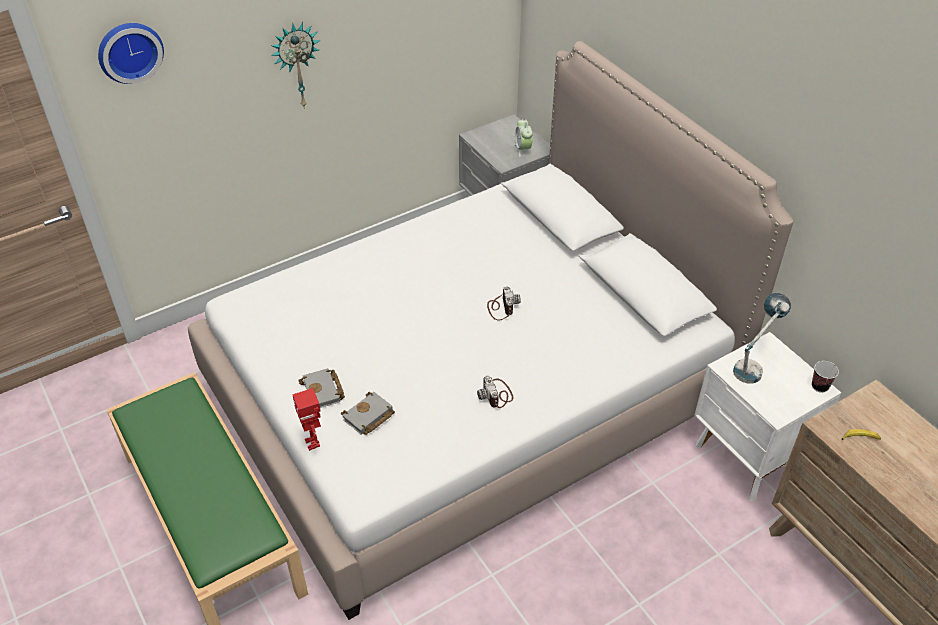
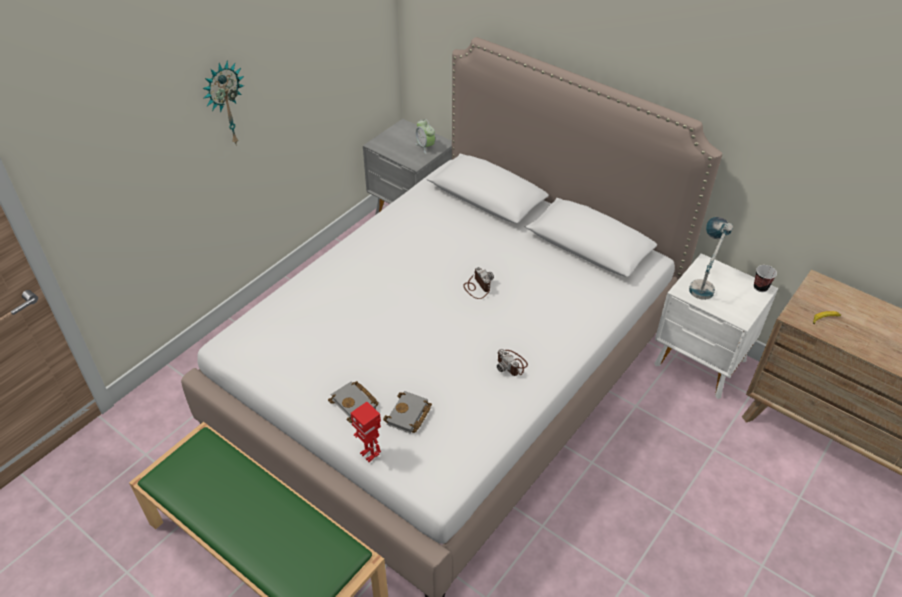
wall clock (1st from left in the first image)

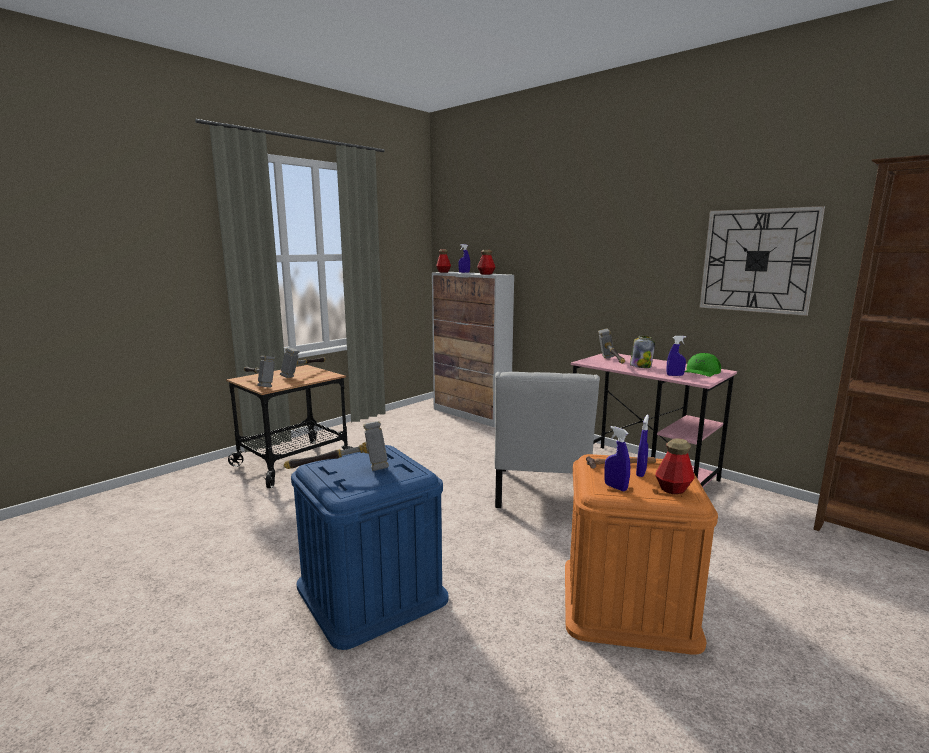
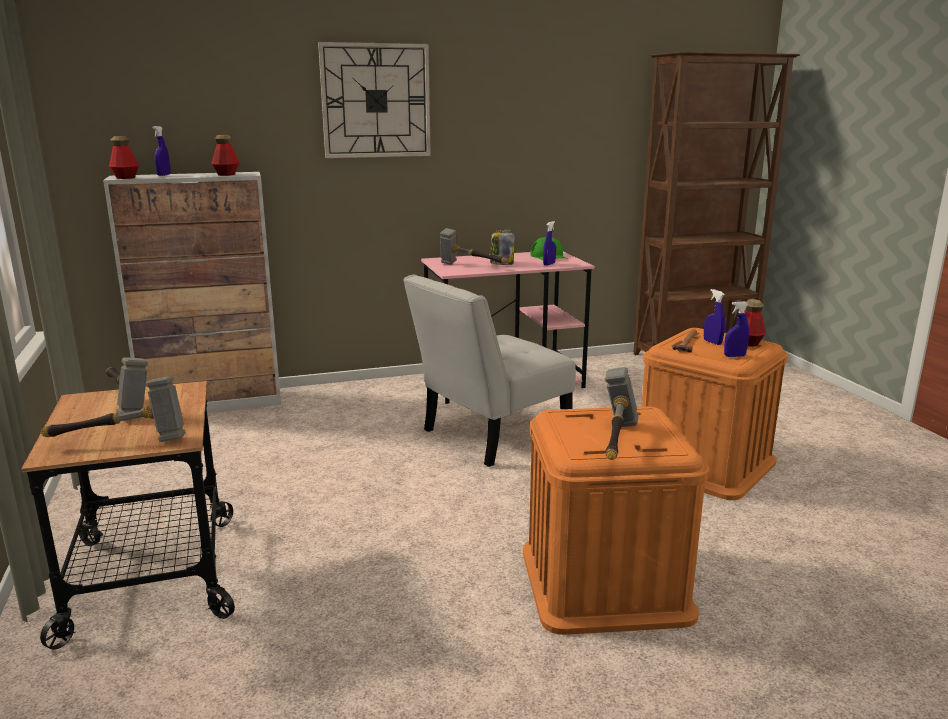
wall clock
storage box (orange-coloured) (1st from left)
chair (white-coloured)

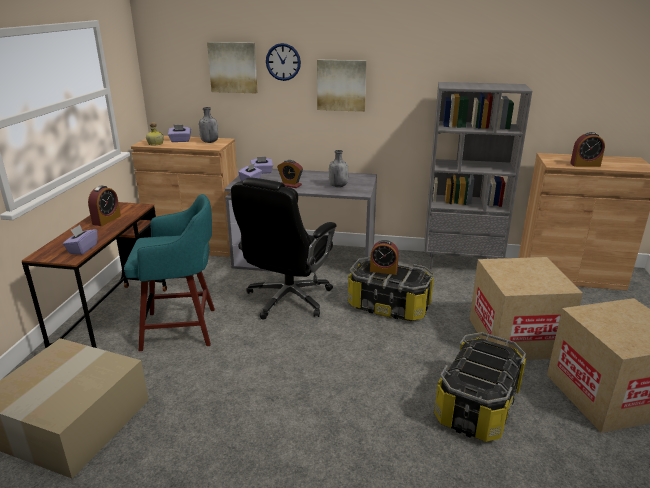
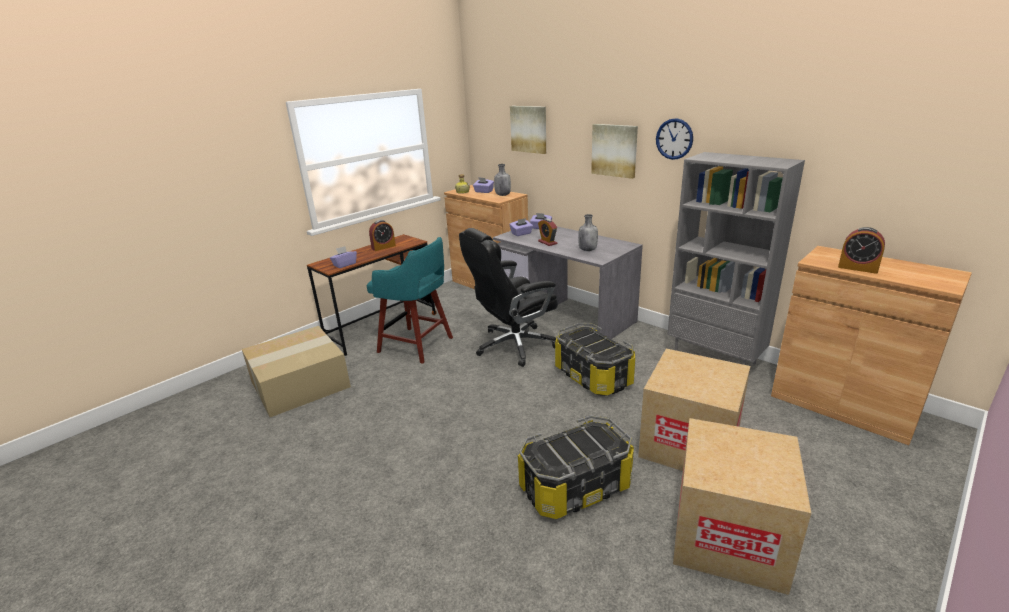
table clock (3rd from left in the first image)
wall clock

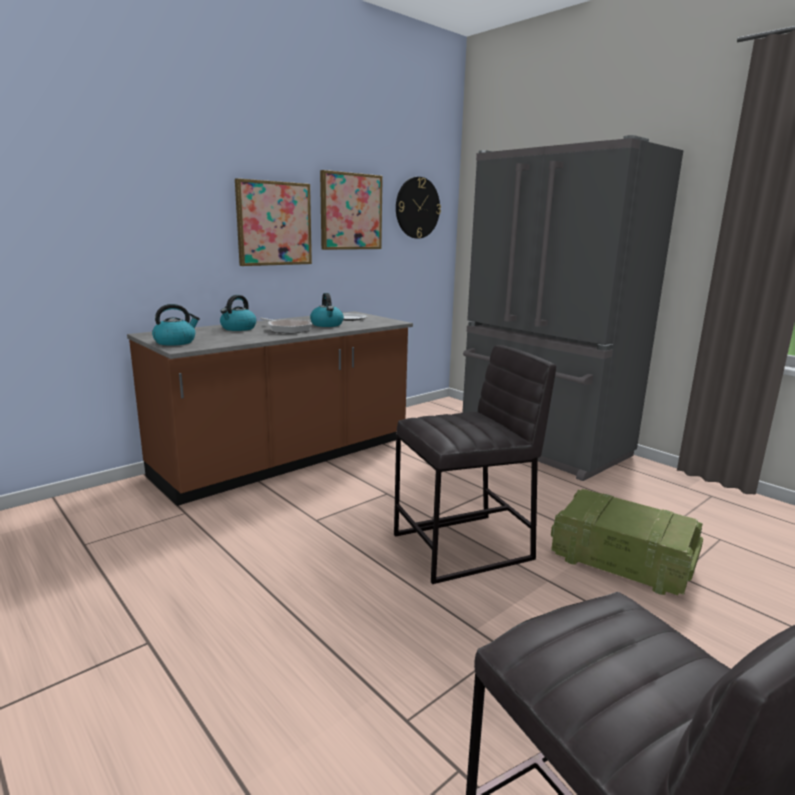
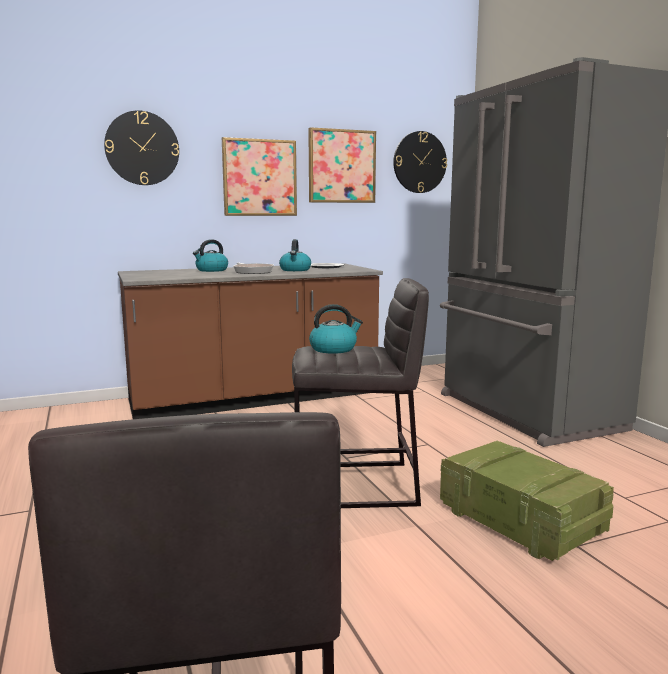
wall clock (1st from left)
kettle (3rd from left)

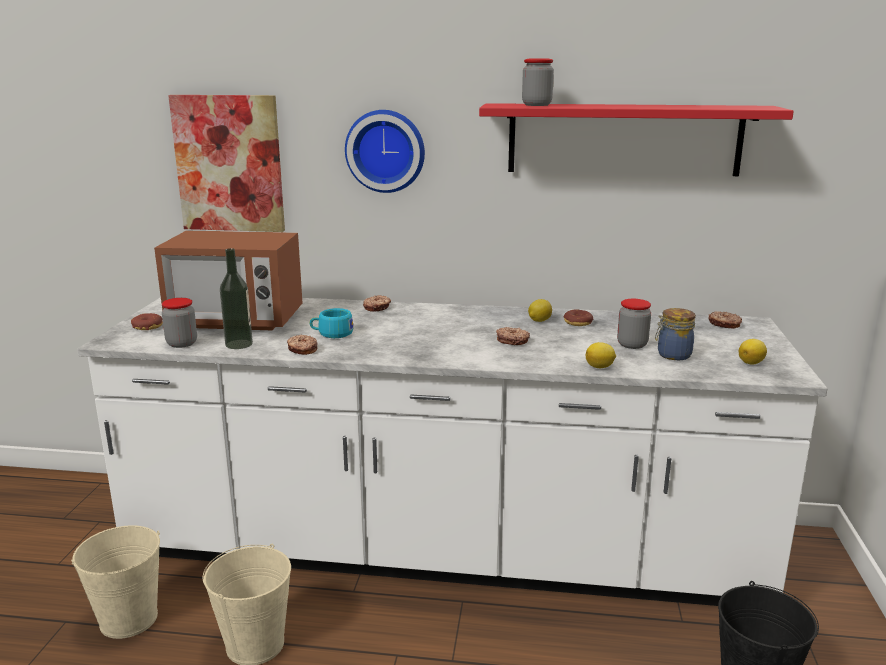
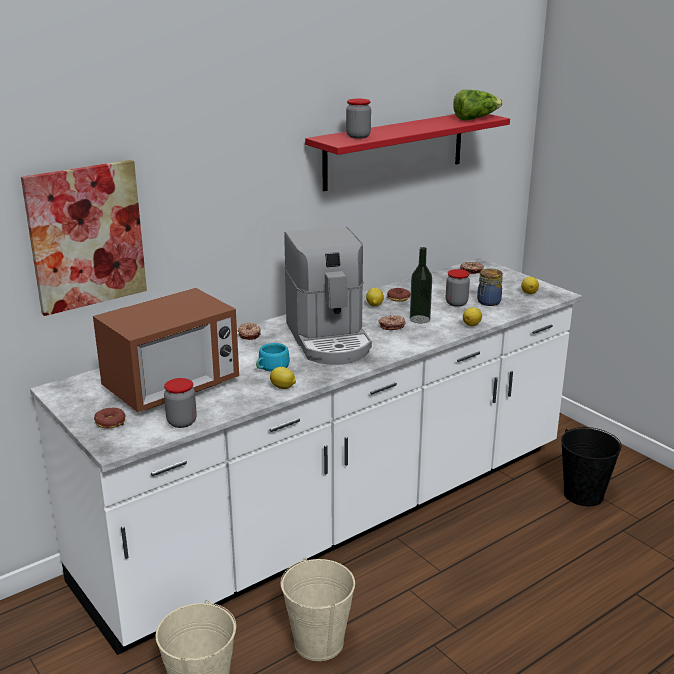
wall clock
coffee brewer
lettuce
drink bottle
whole lemon (1st from left)

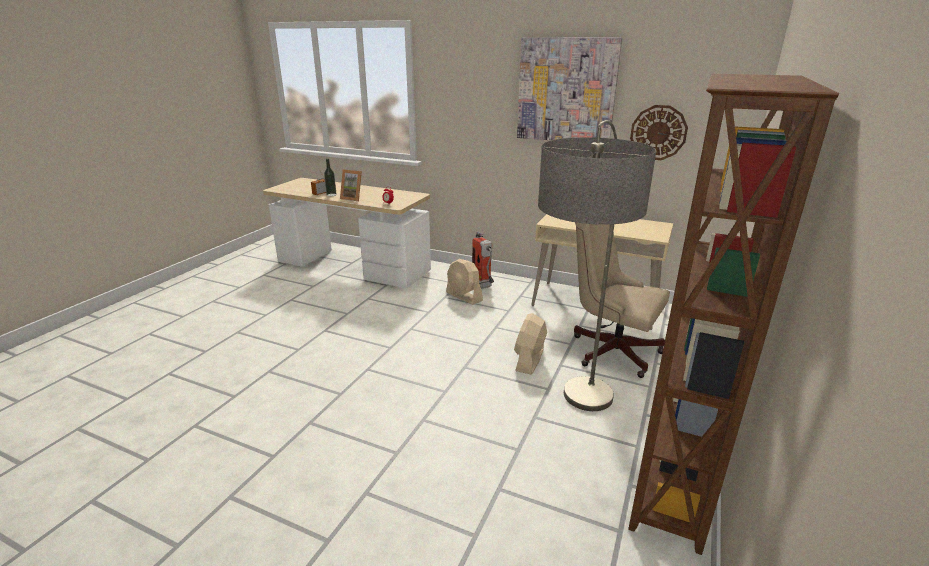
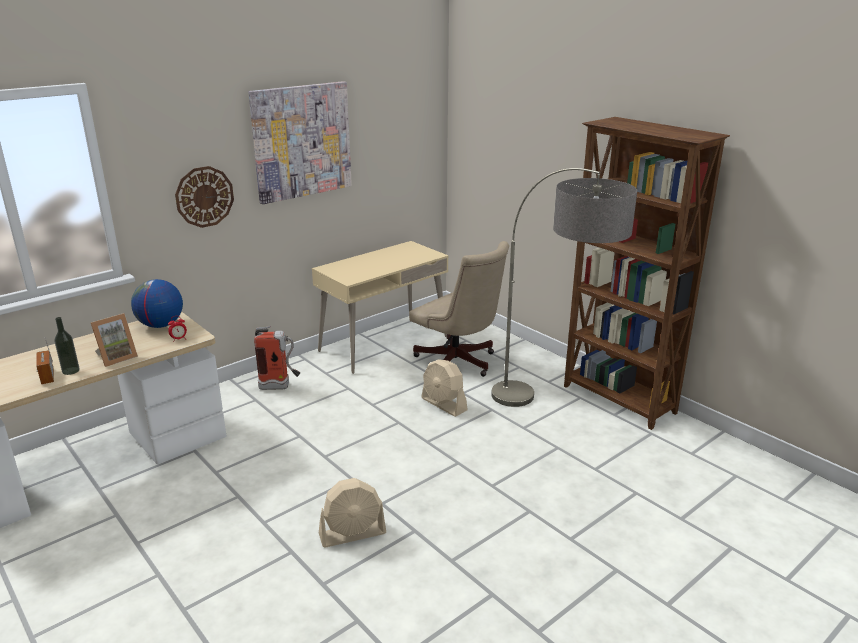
globe
fan (beige-coloured) (1st from left)
wall clock
computer chair (beige-coloured)

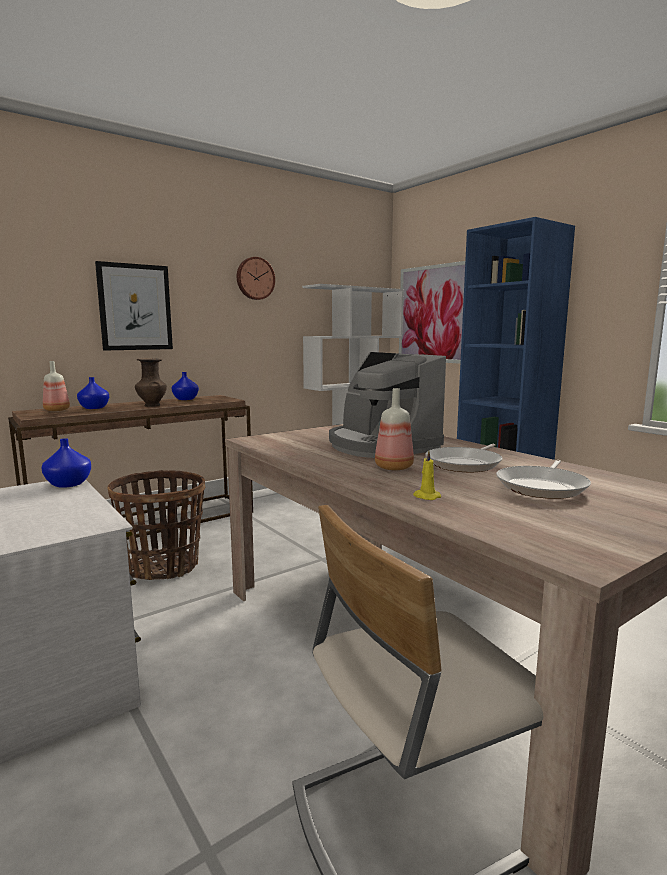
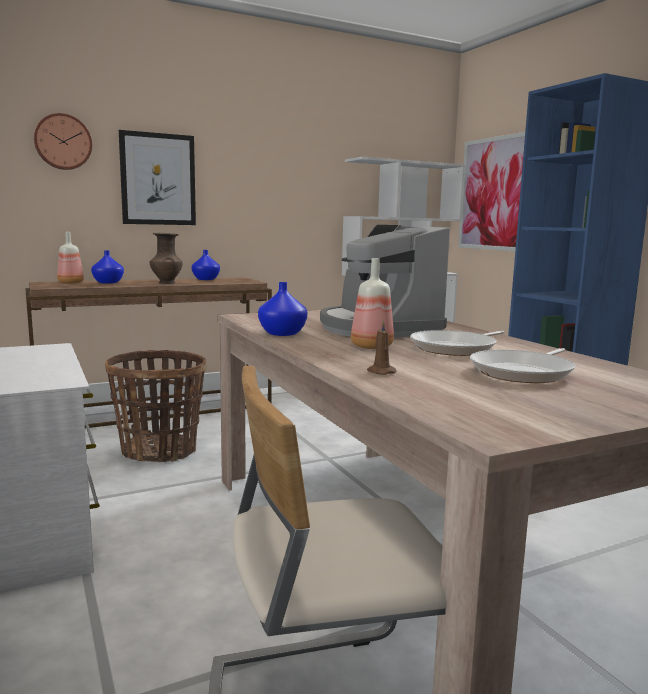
decorative vase (blue-coloured) (3rd from left)
wall clock
wax candle (brownish)

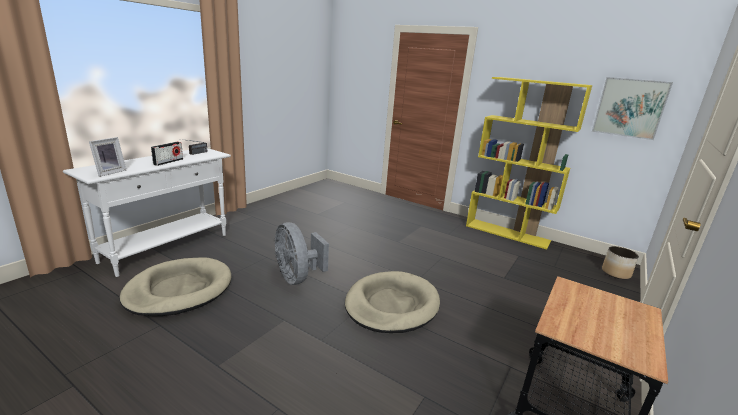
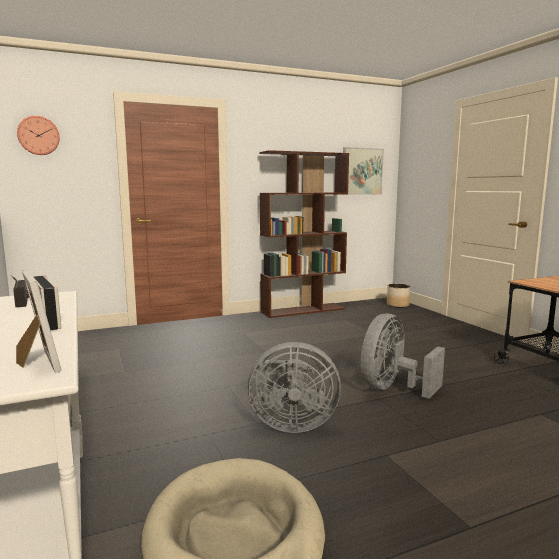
wall clock
fan (greyish) (2nd from left)
shelving unit (brownish)

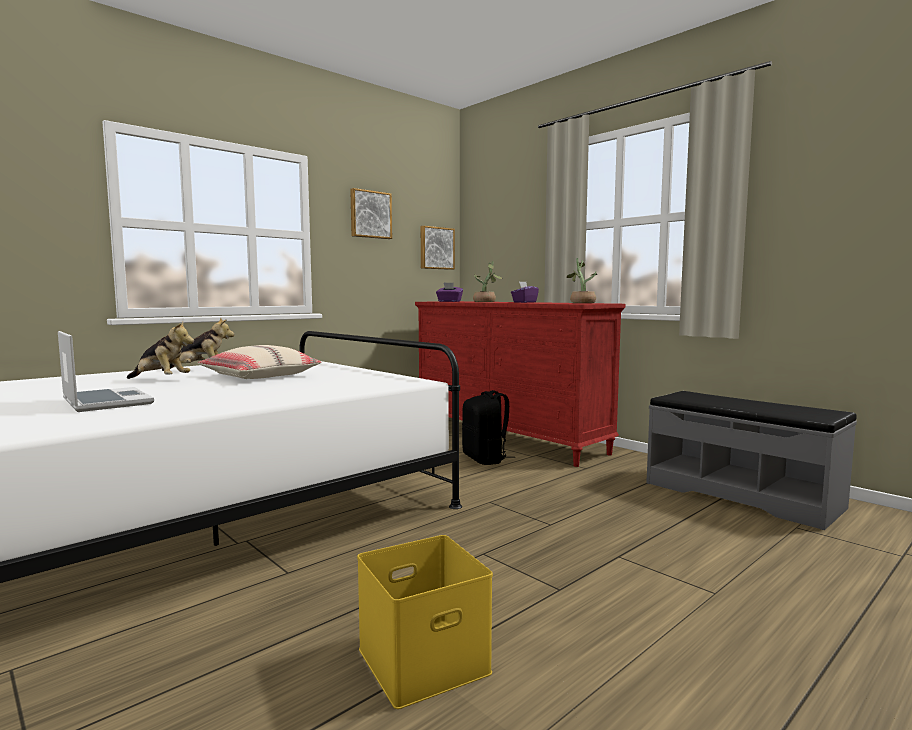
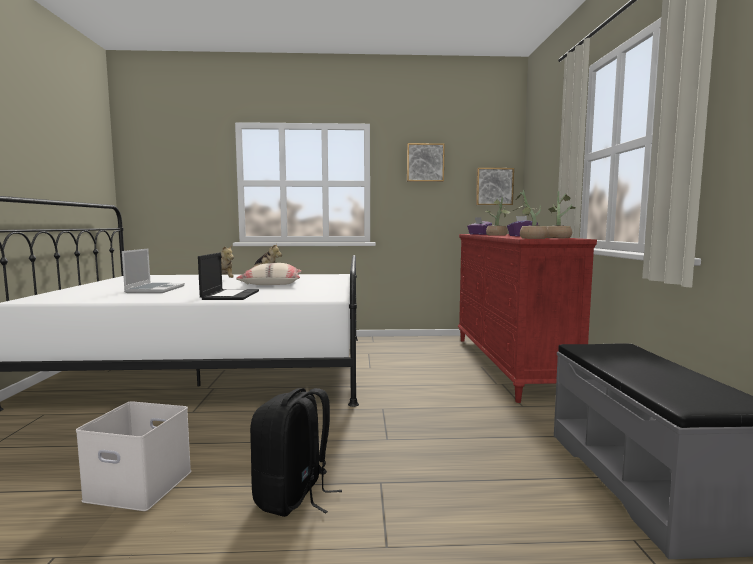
notebook computer (2nd from left)
plant in a pot (2nd from left)
backpack (blackish)
storage box (white-coloured)

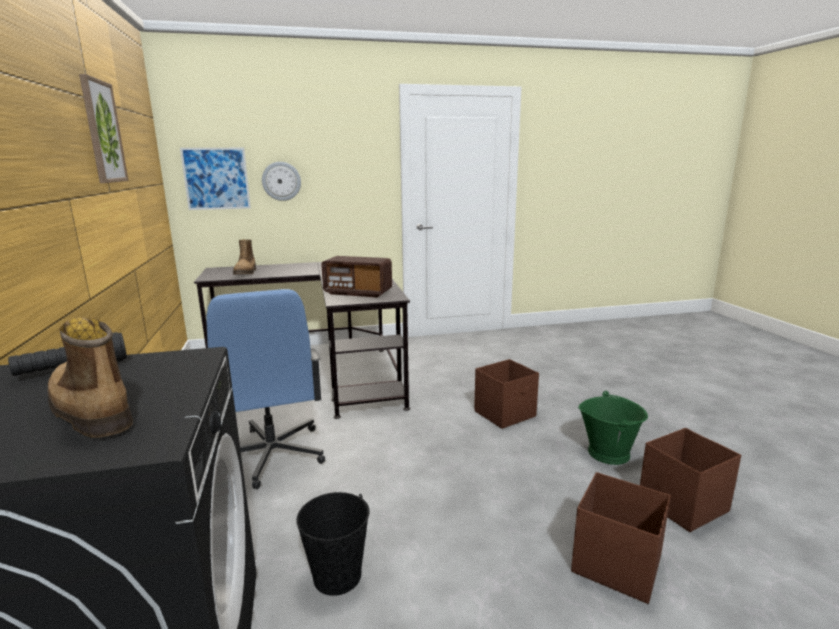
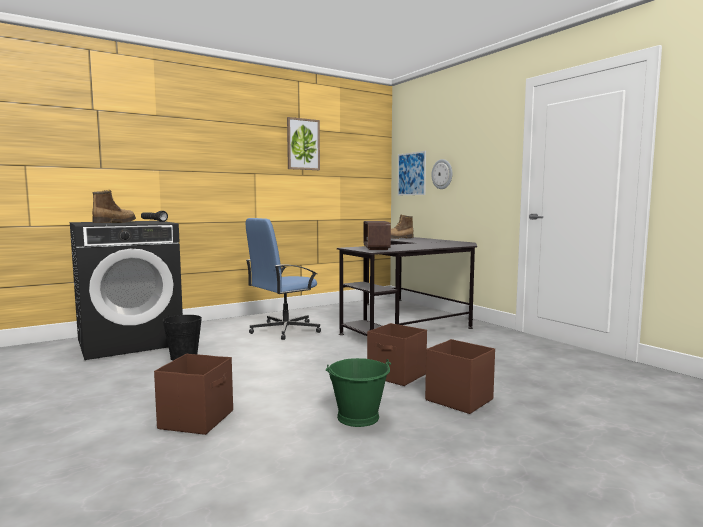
storage box (brownish) (3rd from left)

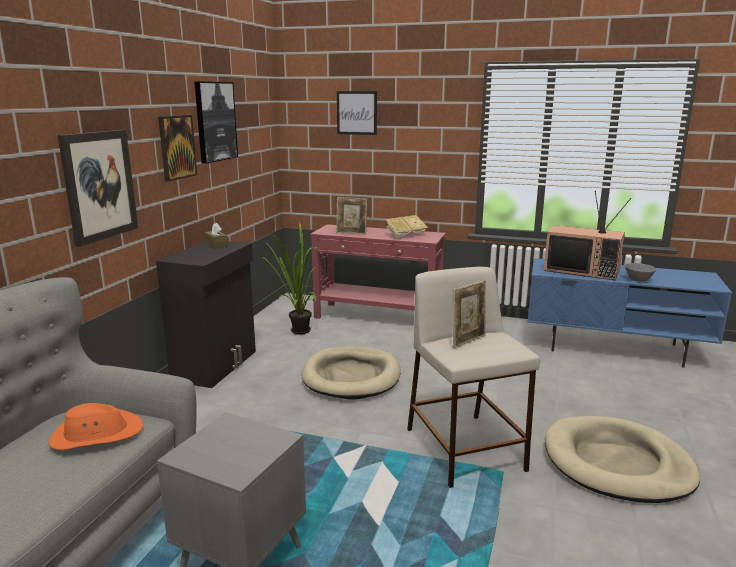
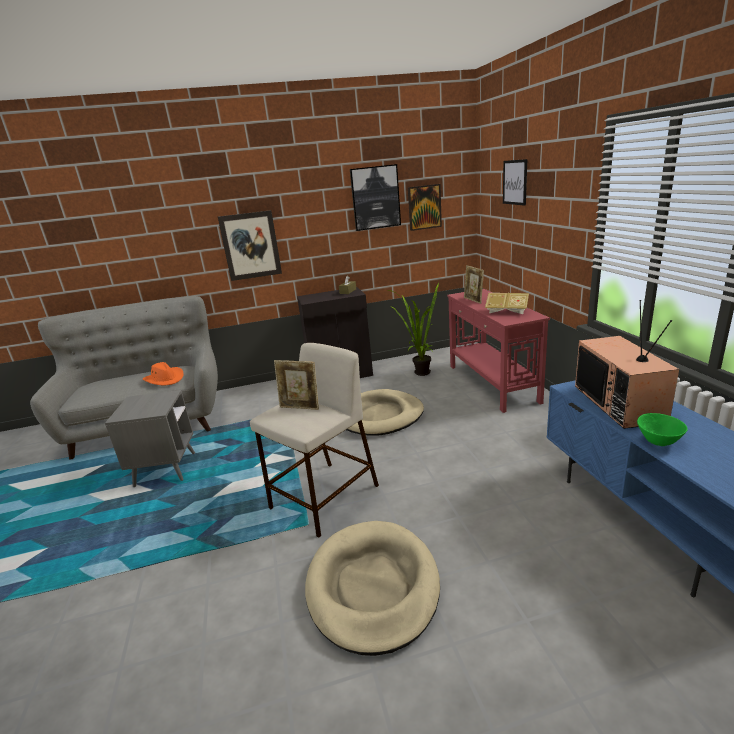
picture (3rd from left)
deep dish (greenish)

